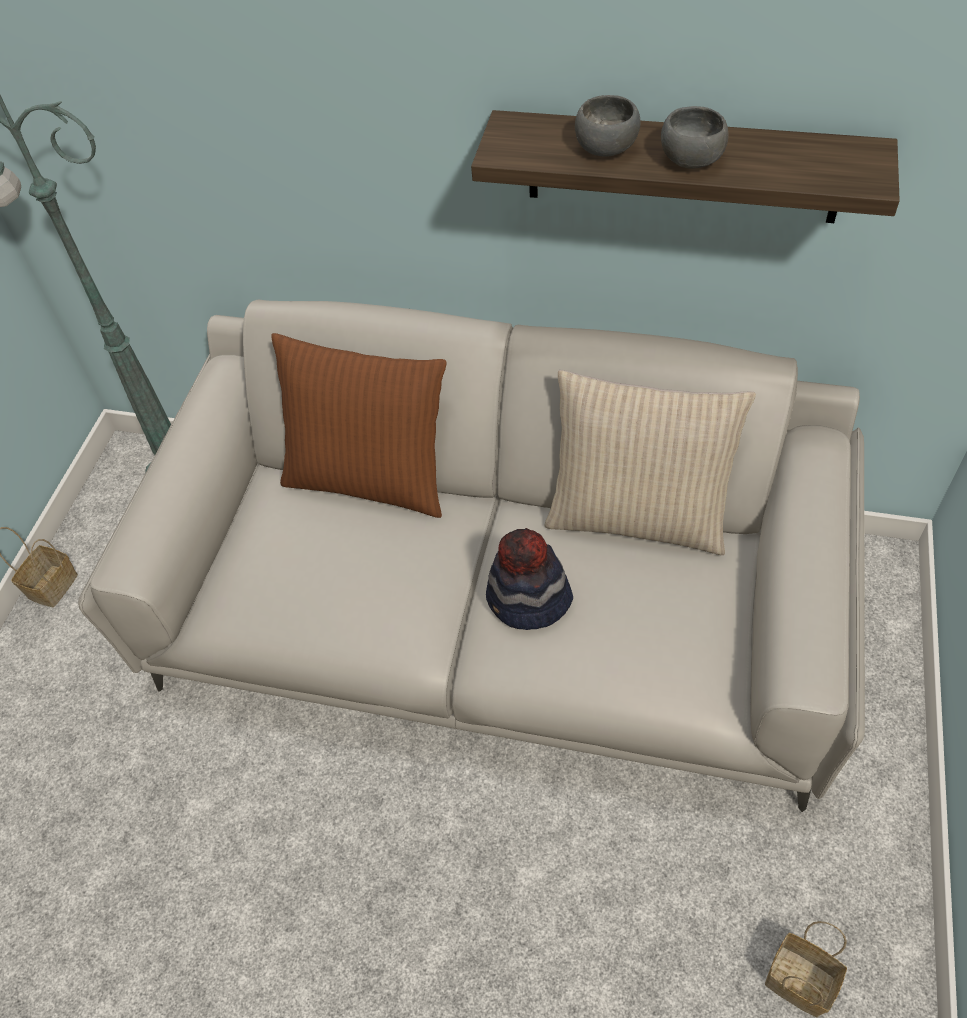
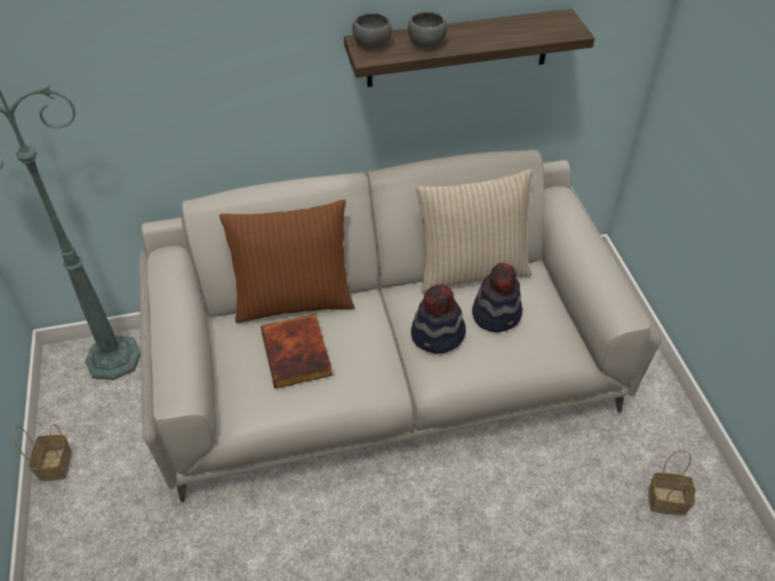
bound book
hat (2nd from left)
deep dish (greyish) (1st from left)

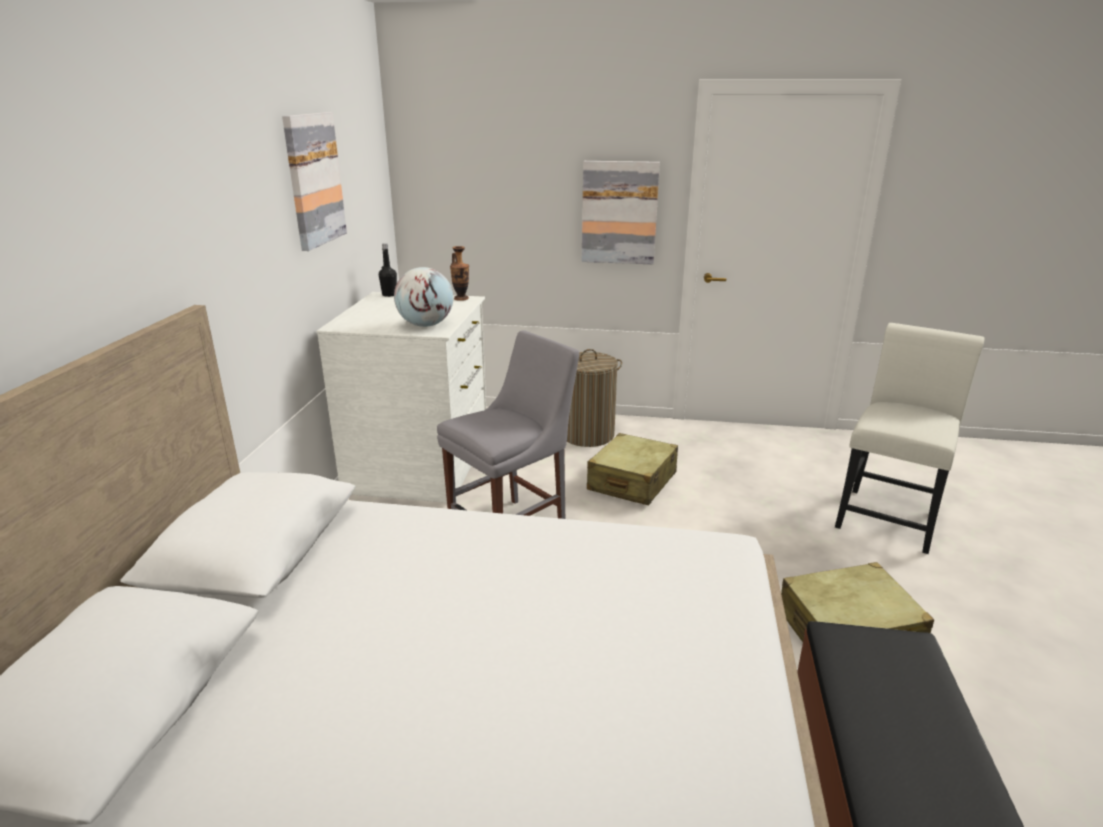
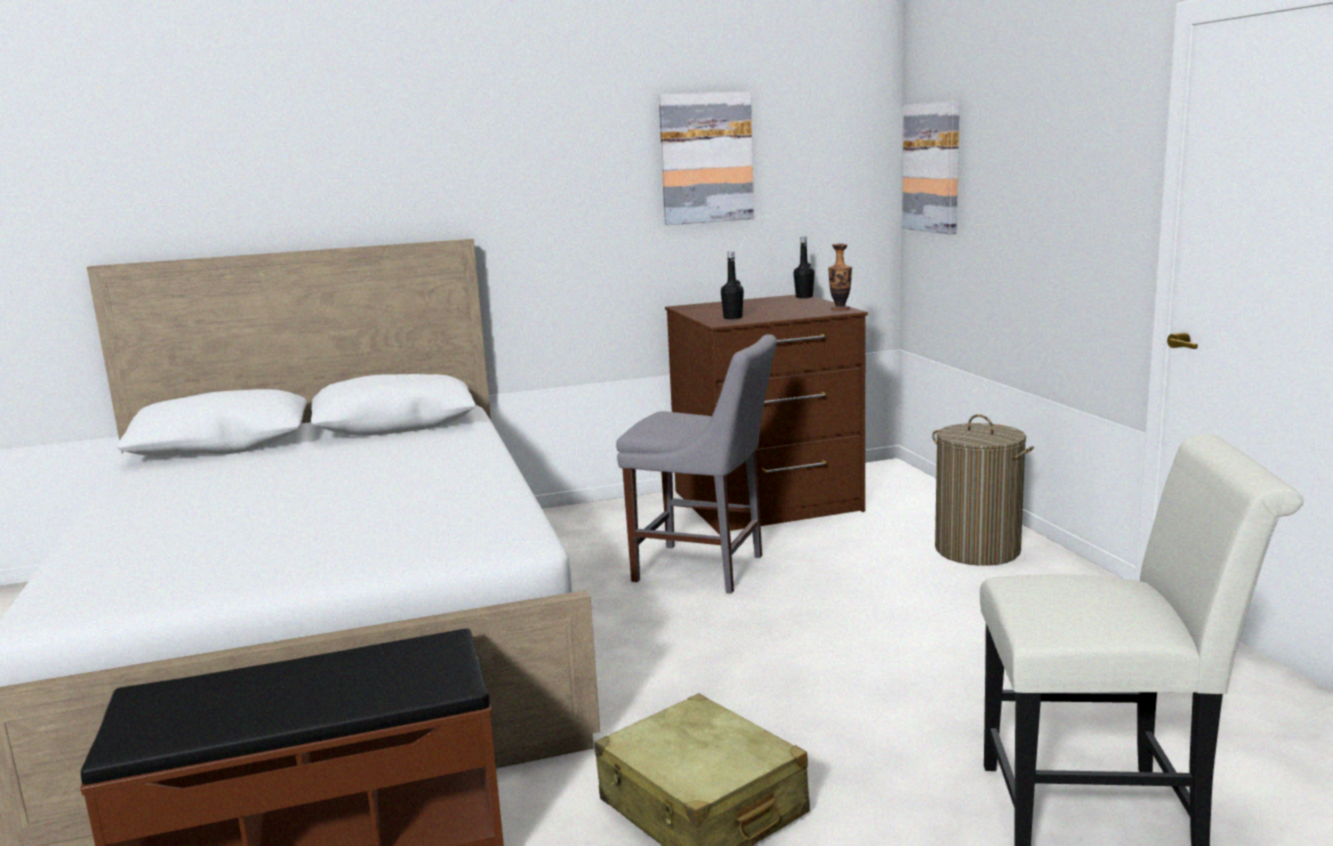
suitcase (beige-coloured) (1st from left in the first image)
picture (2nd from left)
drink bottle (blackish) (1st from left)
drawer chest (brownish)

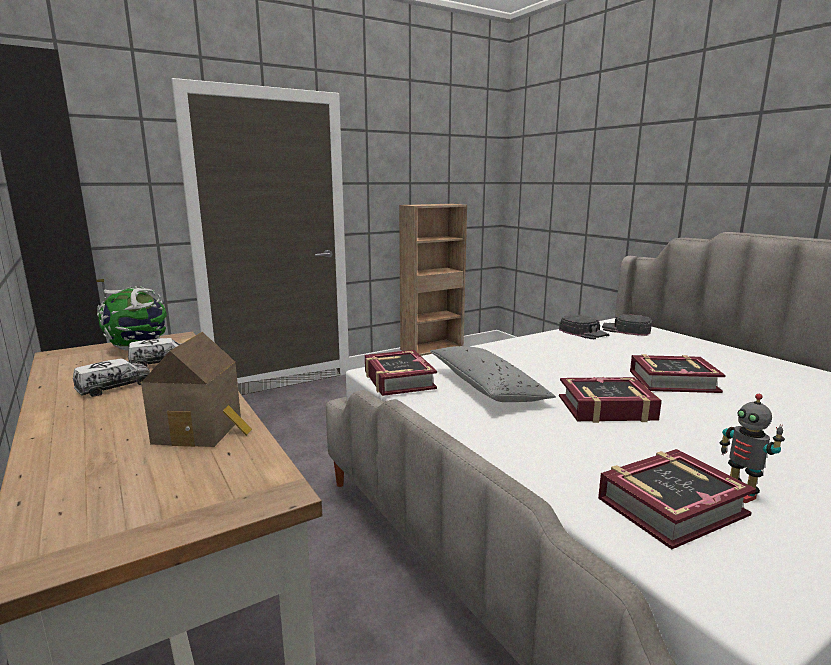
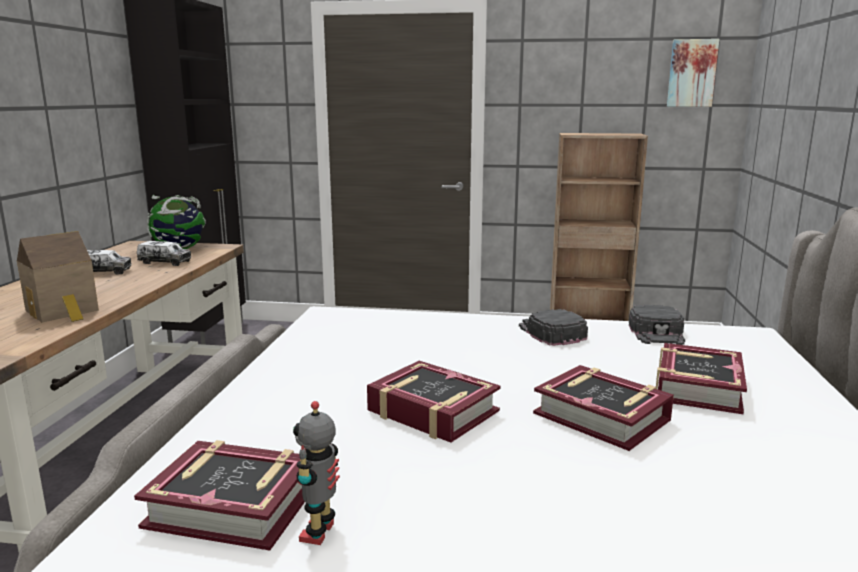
throw pillow (greyish)
picture
bound book (4th from left)
baseball cap (blackish) (1st from left)

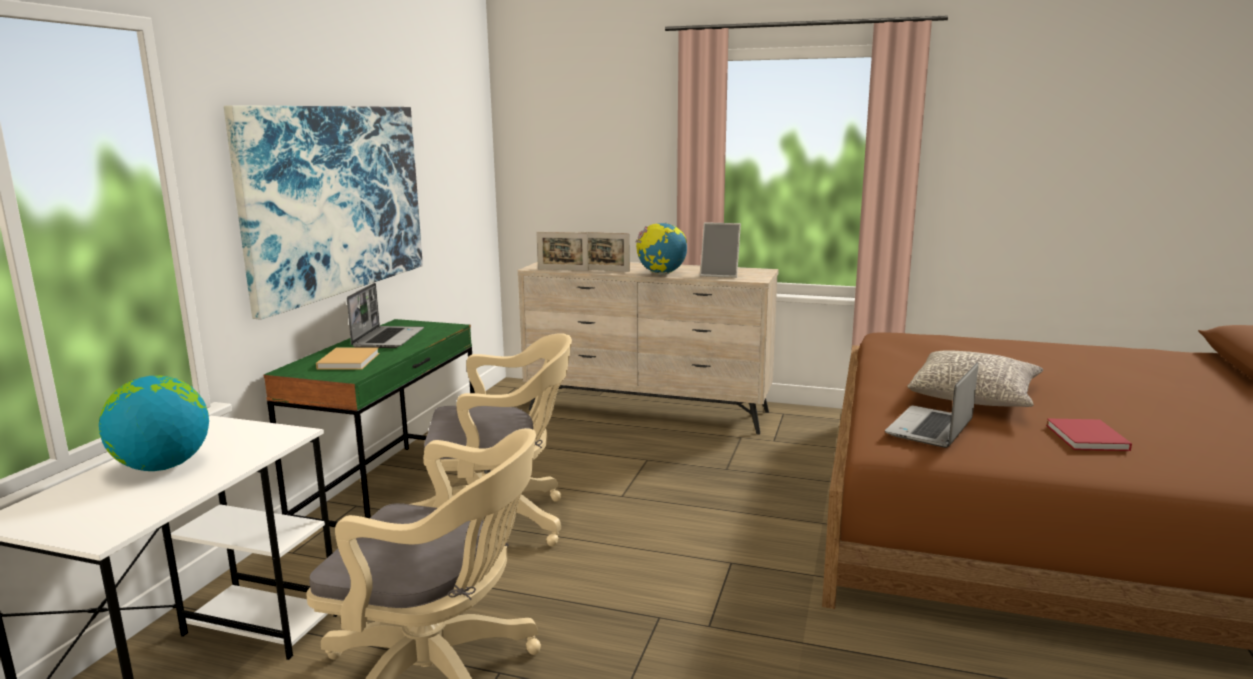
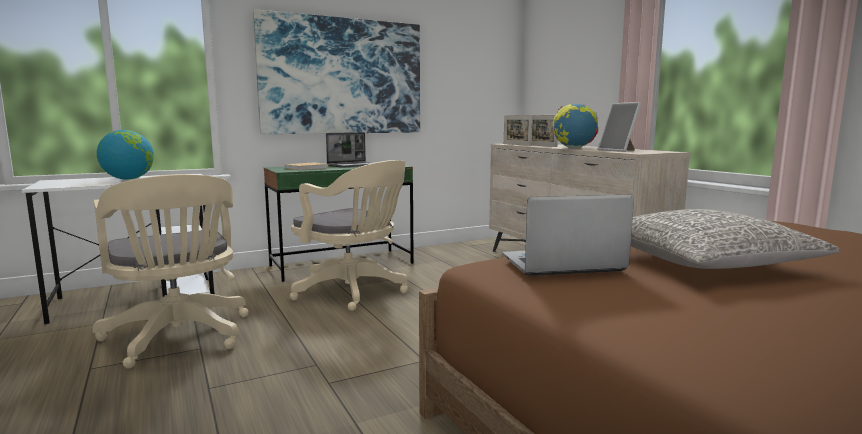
bound book (red)

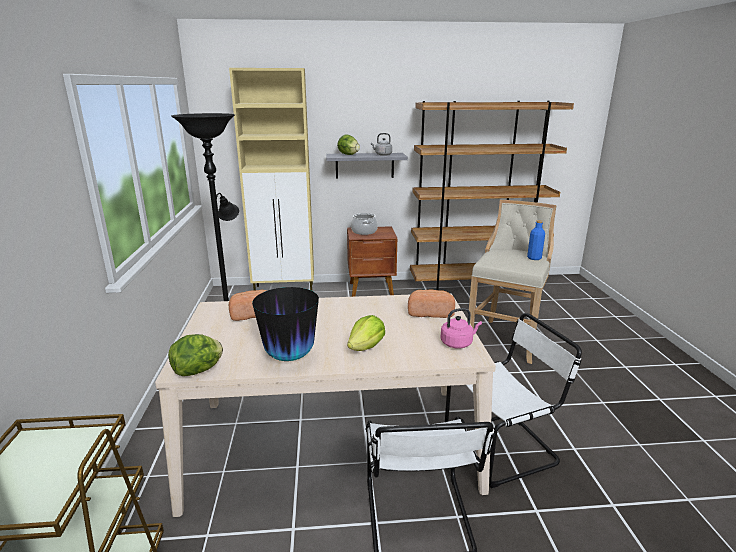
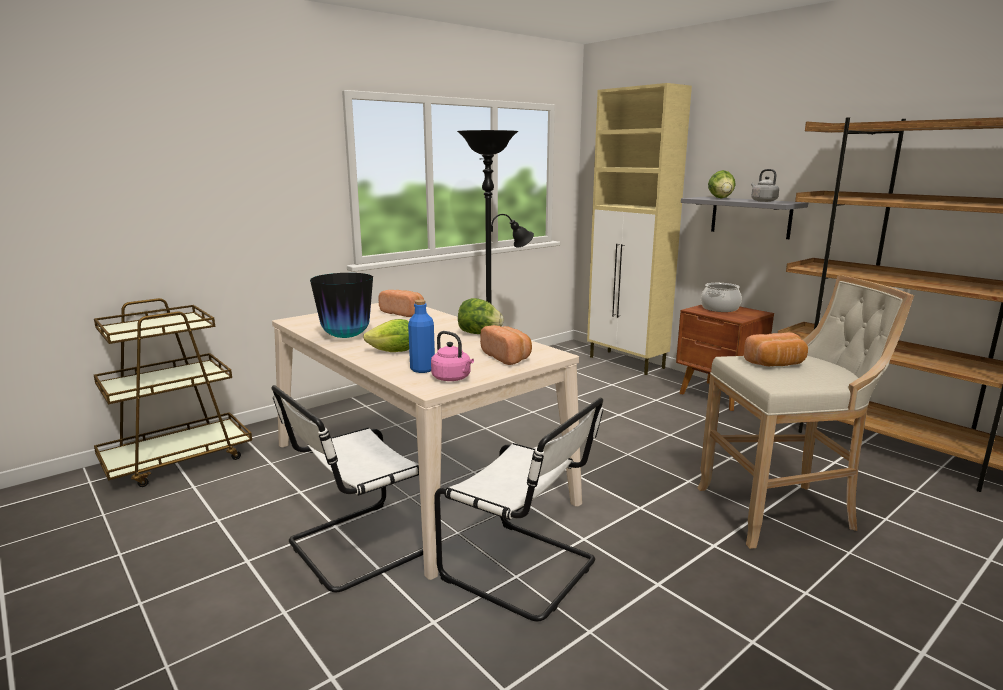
bread (3rd from left)
lettuce (2nd from left)
drink bottle (blue-coloured)

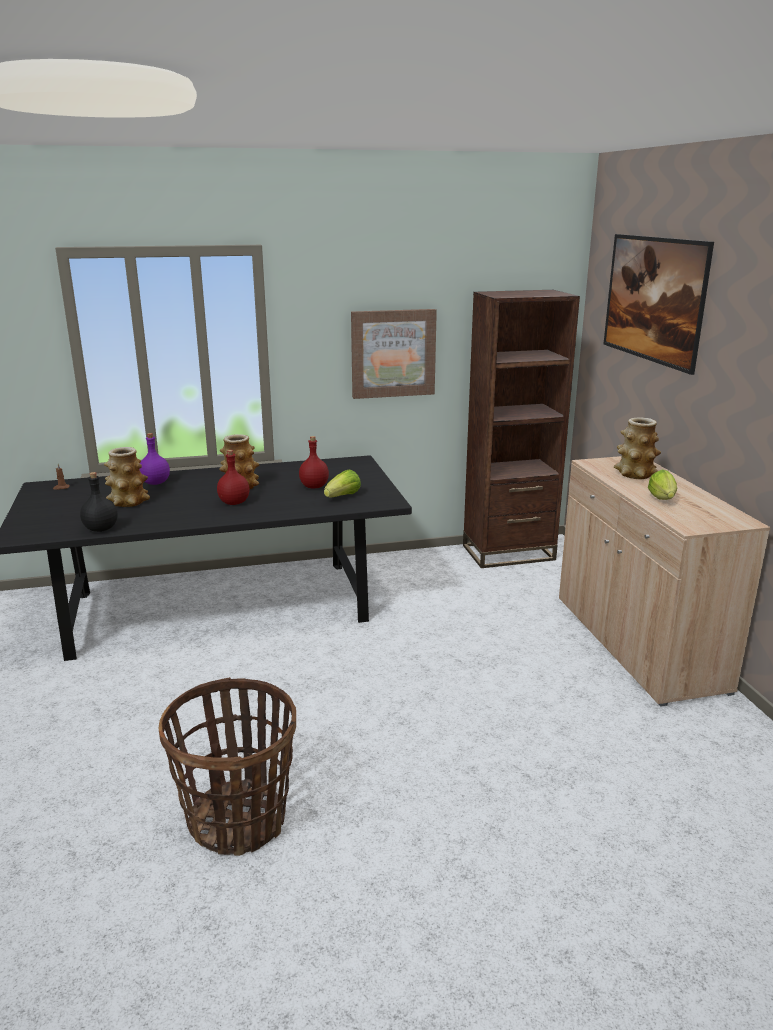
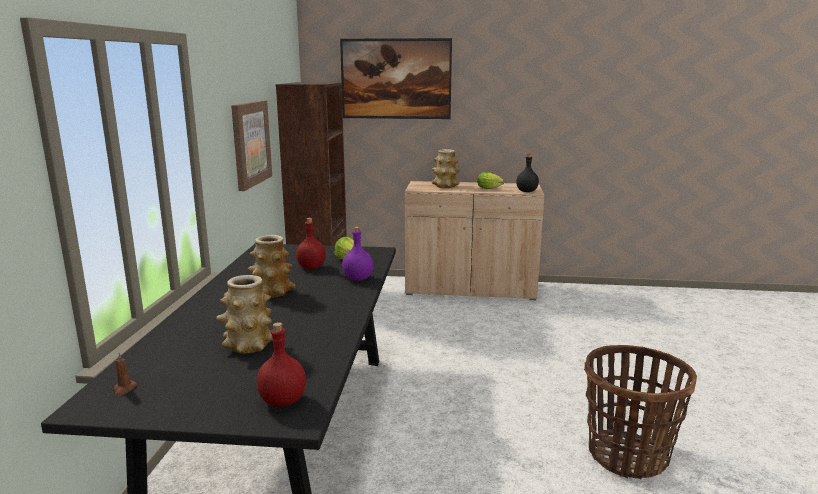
drink bottle (blackish)
drink bottle (purplish)
drink bottle (red) (1st from left)

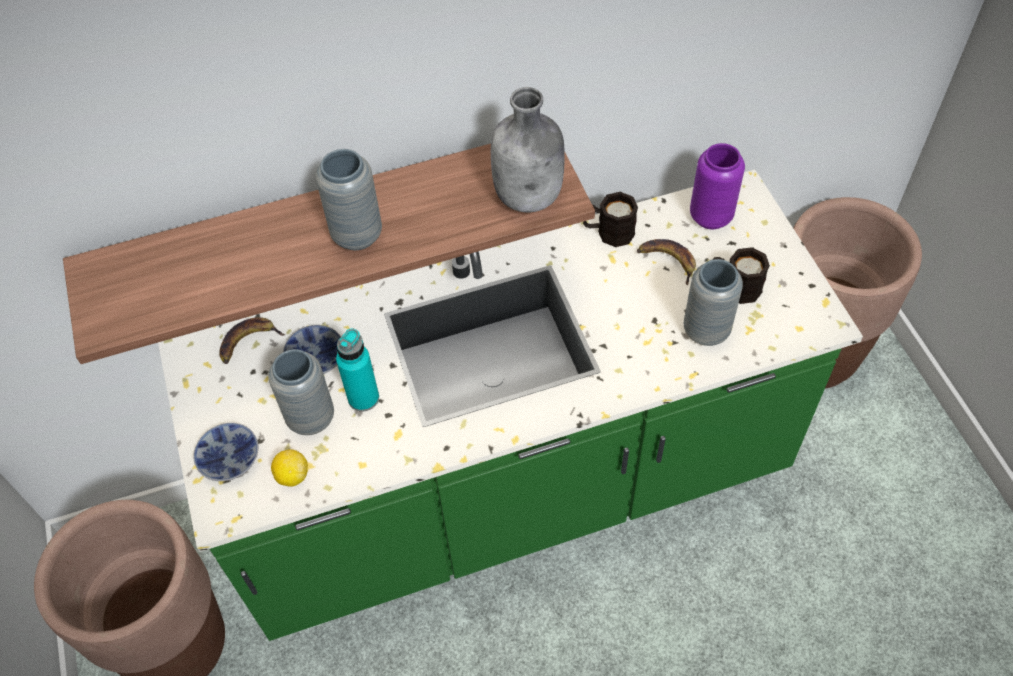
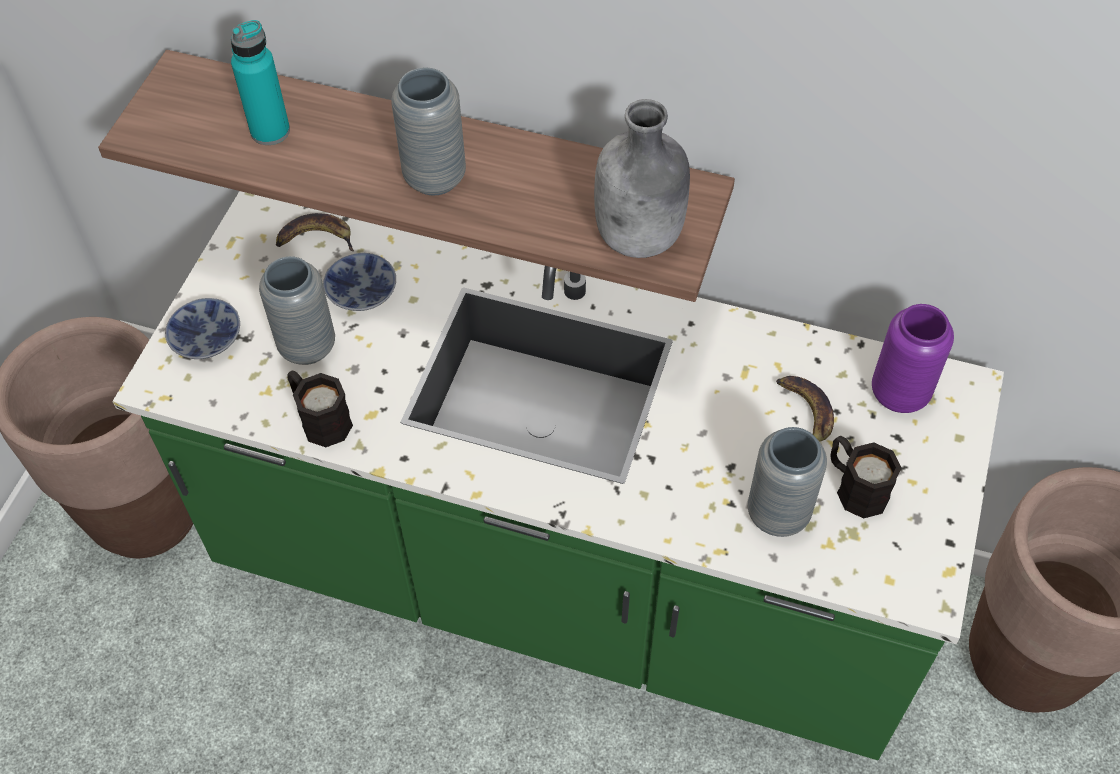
whole lemon
drink bottle (turquoise-coloured)
mug (blackish) (1st from left)

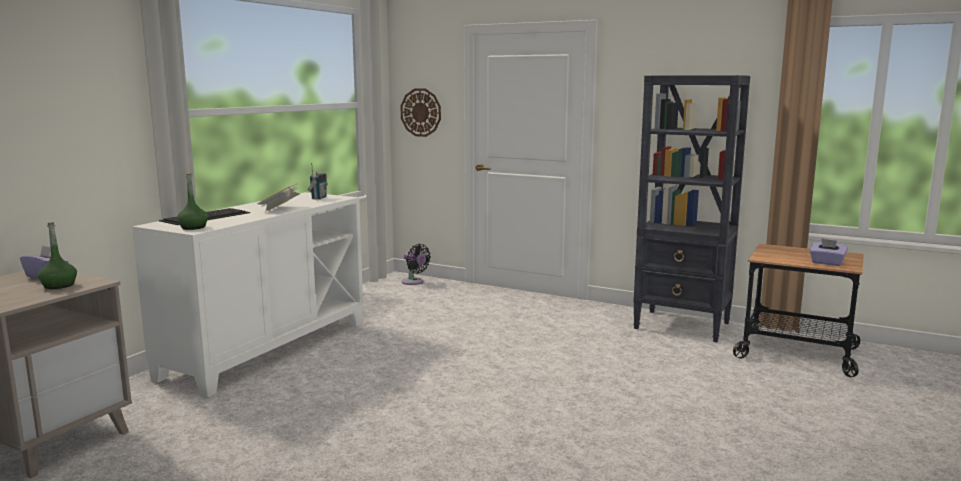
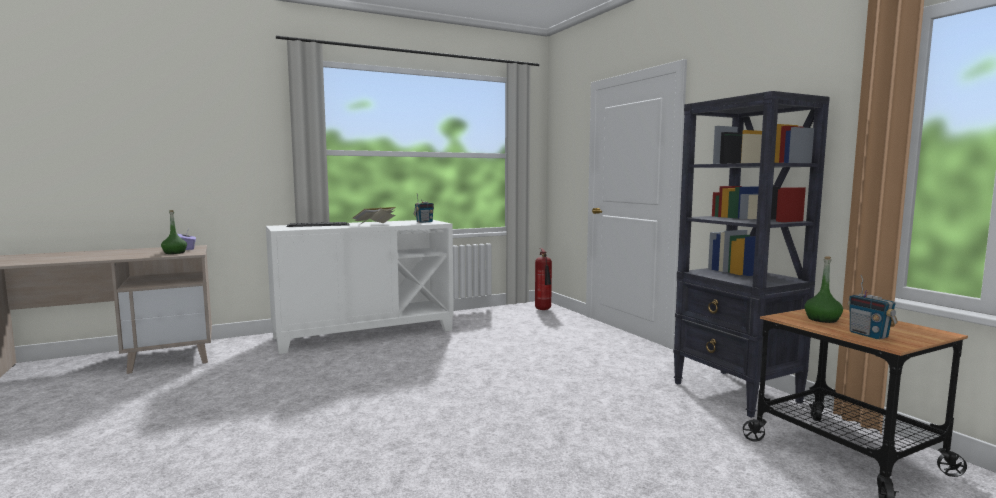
wall clock
drink bottle (greenish) (2nd from left)
fire-fighting cylinder
radio receiver (2nd from left)

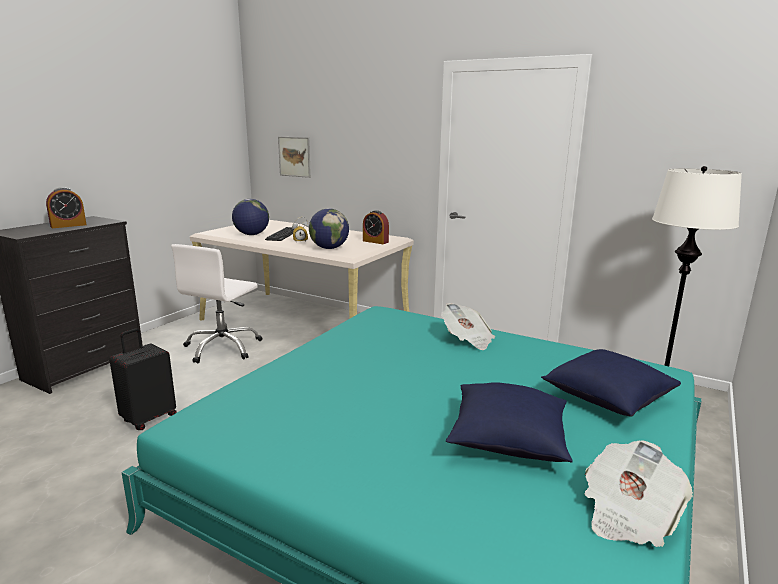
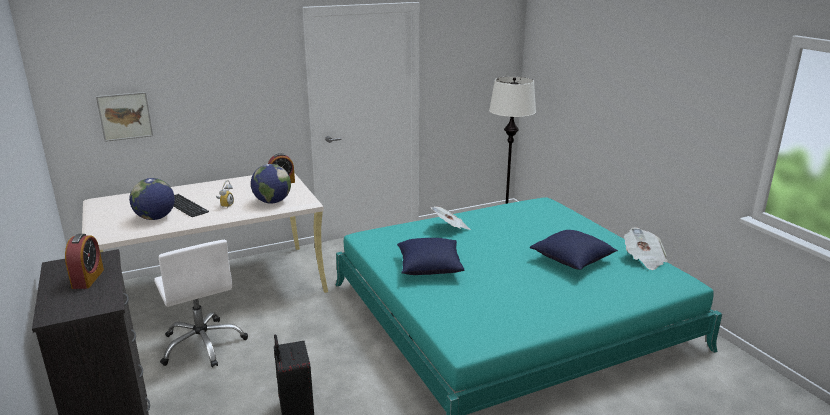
throw pillow (blue-coloured) (1st from left)

